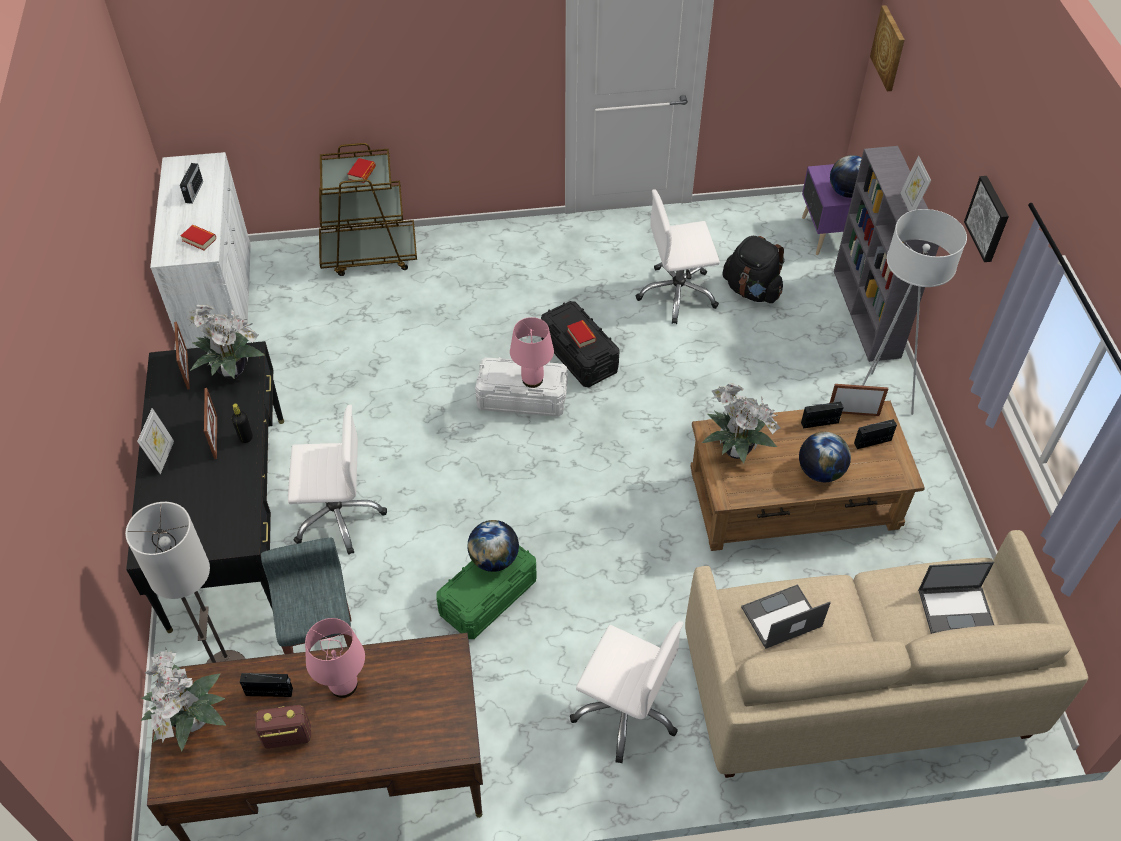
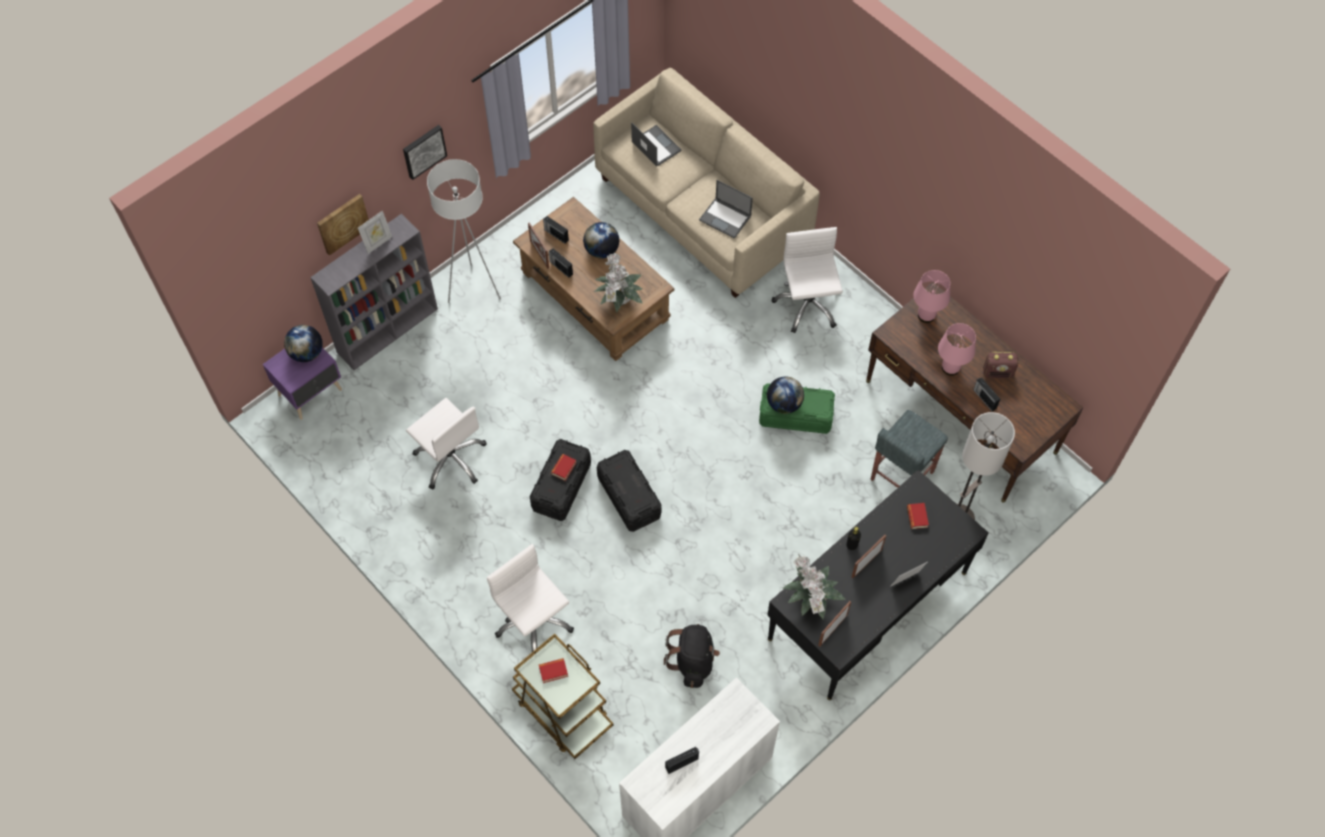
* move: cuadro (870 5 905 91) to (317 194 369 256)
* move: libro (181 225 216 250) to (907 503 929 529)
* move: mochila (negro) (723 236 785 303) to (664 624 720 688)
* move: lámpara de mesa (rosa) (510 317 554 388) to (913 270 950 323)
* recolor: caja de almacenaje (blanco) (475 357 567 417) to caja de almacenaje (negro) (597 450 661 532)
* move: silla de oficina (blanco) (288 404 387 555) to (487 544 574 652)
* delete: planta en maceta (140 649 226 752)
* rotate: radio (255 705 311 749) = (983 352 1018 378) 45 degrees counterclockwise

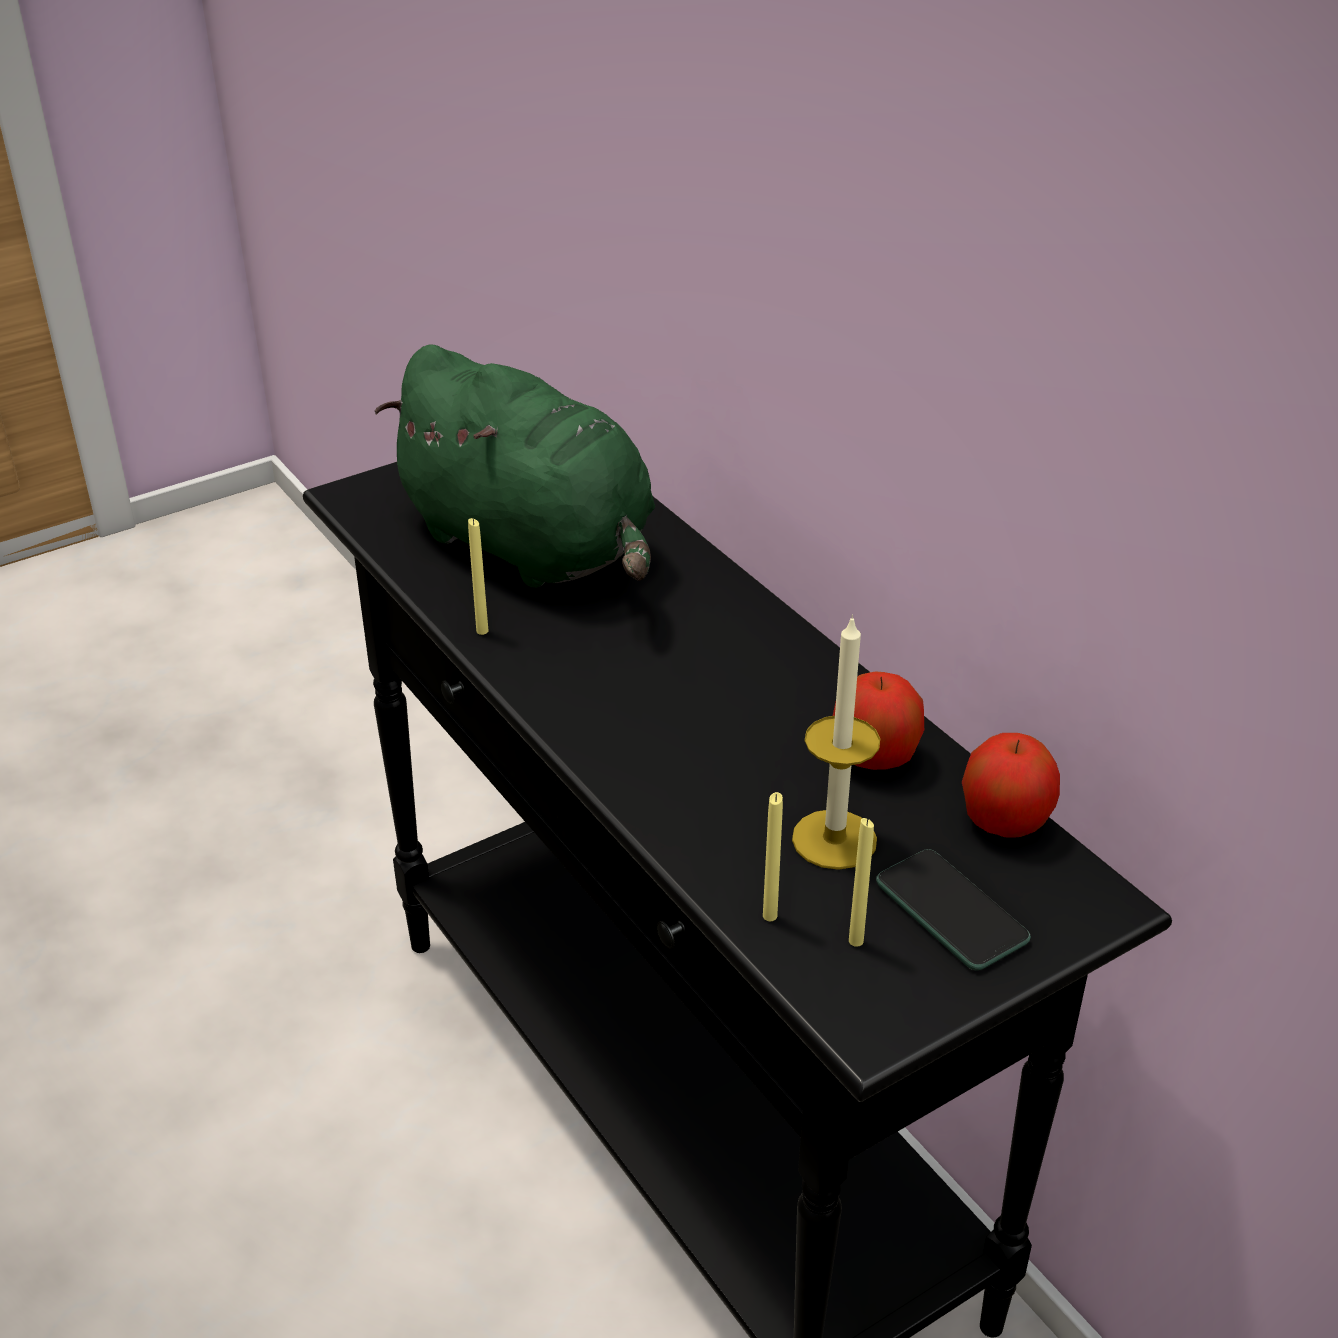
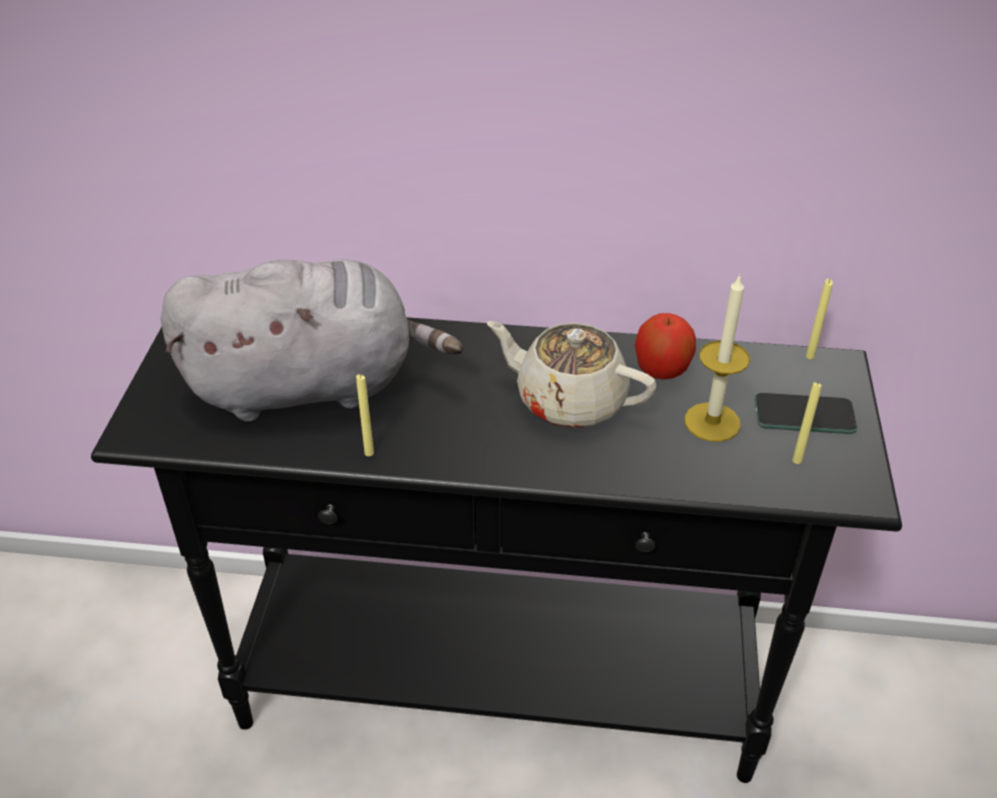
* recolor: peluche (verde) (375 345 655 588) to peluche (gris) (161 259 463 422)
* delete: manzana (962 733 1060 838)
* move: vela (amarillo) (763 792 783 921) to (806 279 833 359)
* insert: tetera (beis) (487 321 656 428)

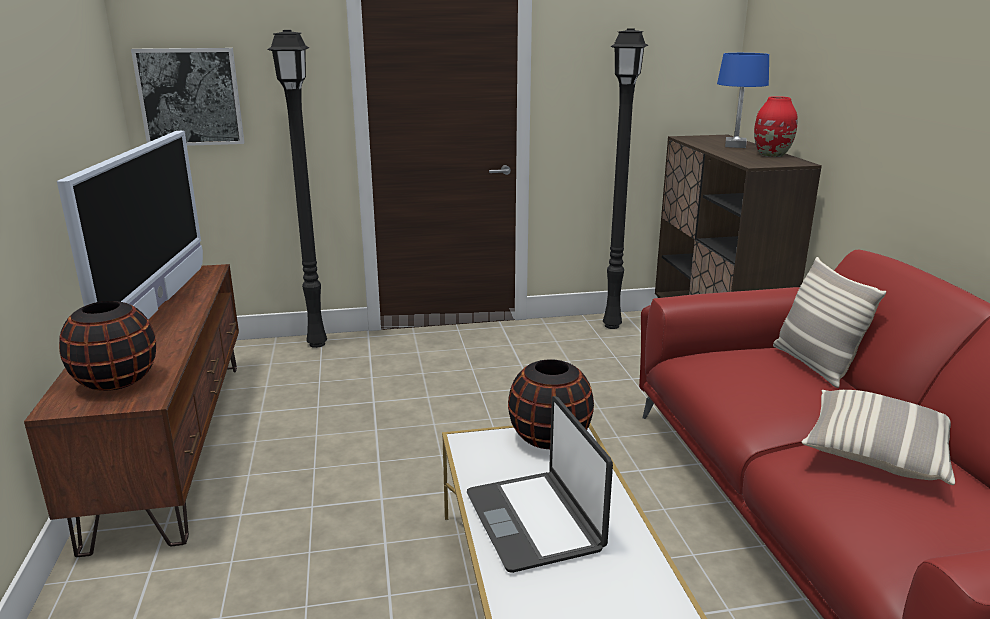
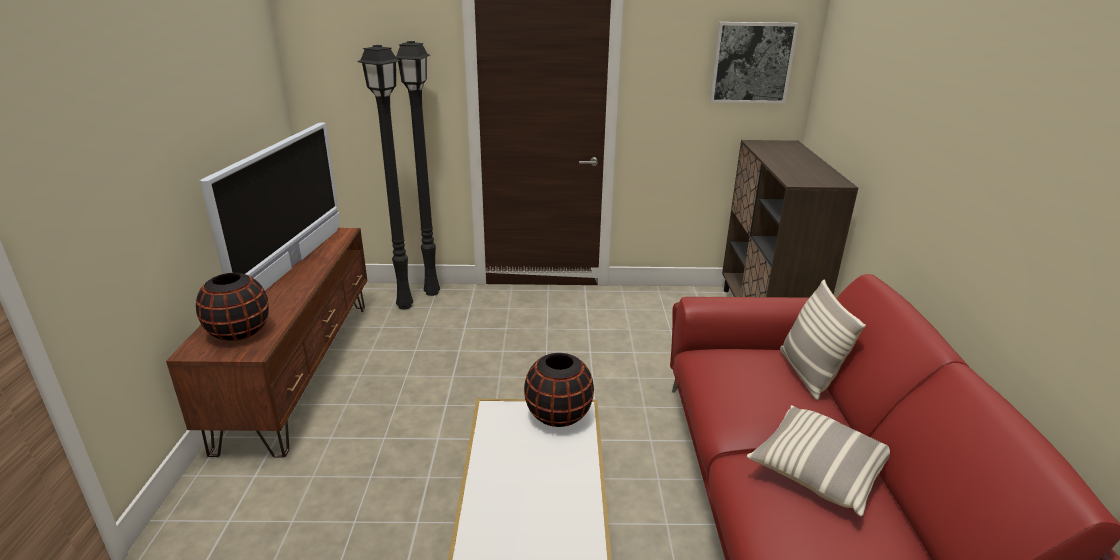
* move: lámpara de pie (negro) (603 28 649 329) to (357 45 413 309)
* move: cuadro (131 48 244 146) to (710 22 799 103)
* delete: lámpara de mesa (azul) (717 53 769 148)
* delete: florero (rojo) (754 96 798 157)
* delete: portátil (467 396 613 573)

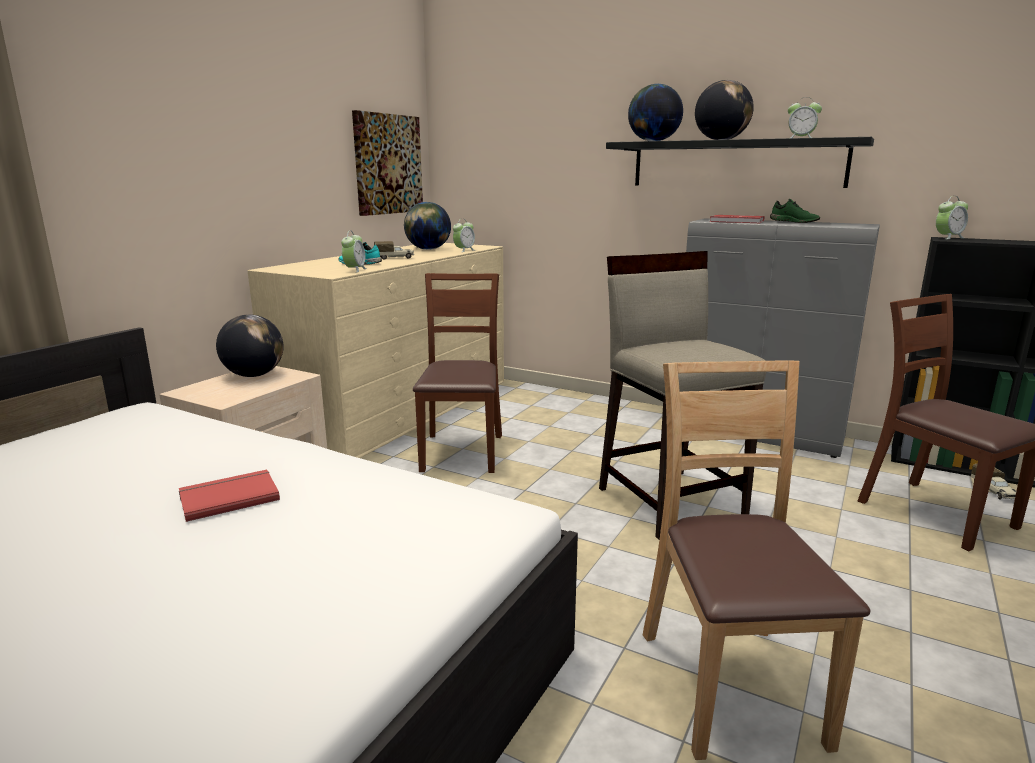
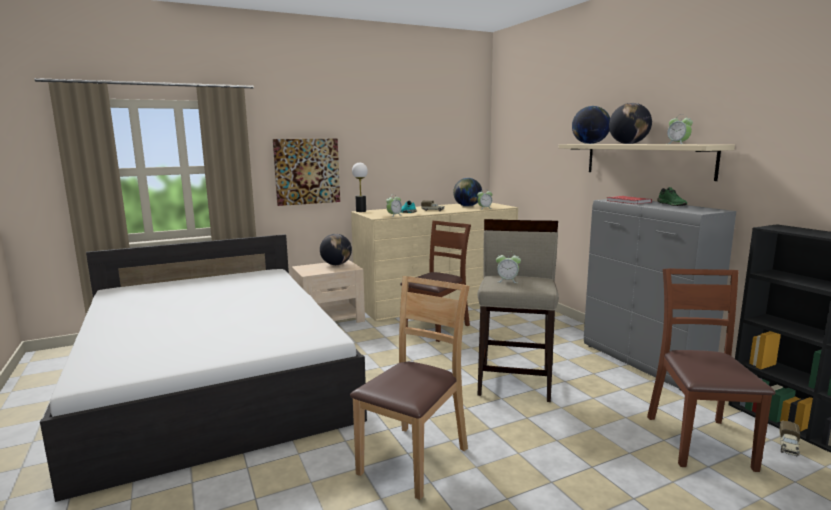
* move: cuadro (352 110 423 216) to (273 139 340 206)
* recolor: estante (negro) (606 137 874 188) to estante (beis) (559 144 735 181)
* move: despertador (936 196 968 239) to (496 251 521 283)
* delete: libro (rojo) (179 470 280 522)
* insert: lámpara de mesa (352 163 368 212)

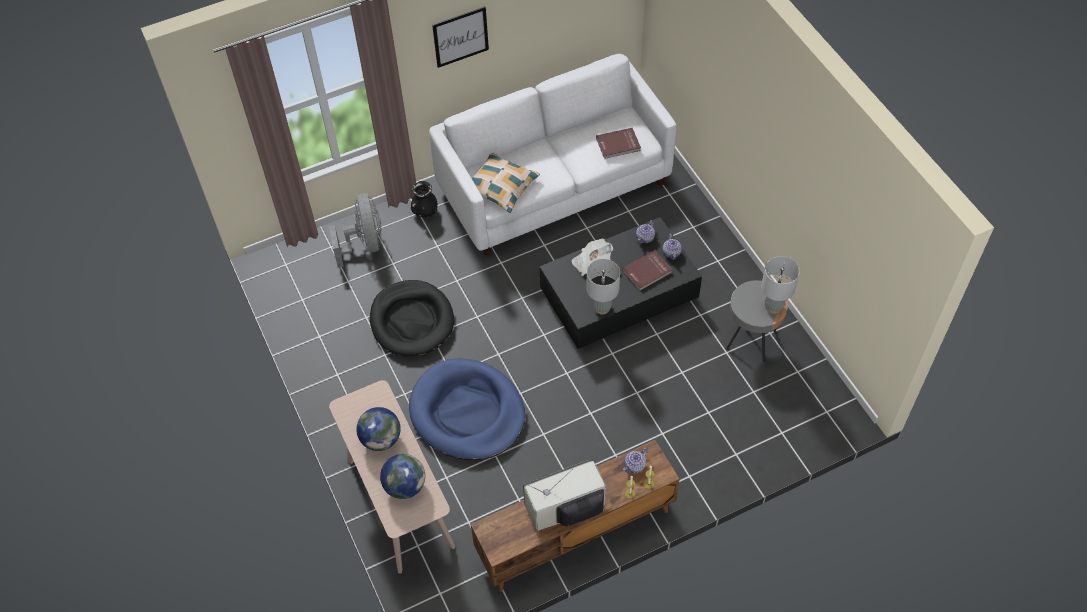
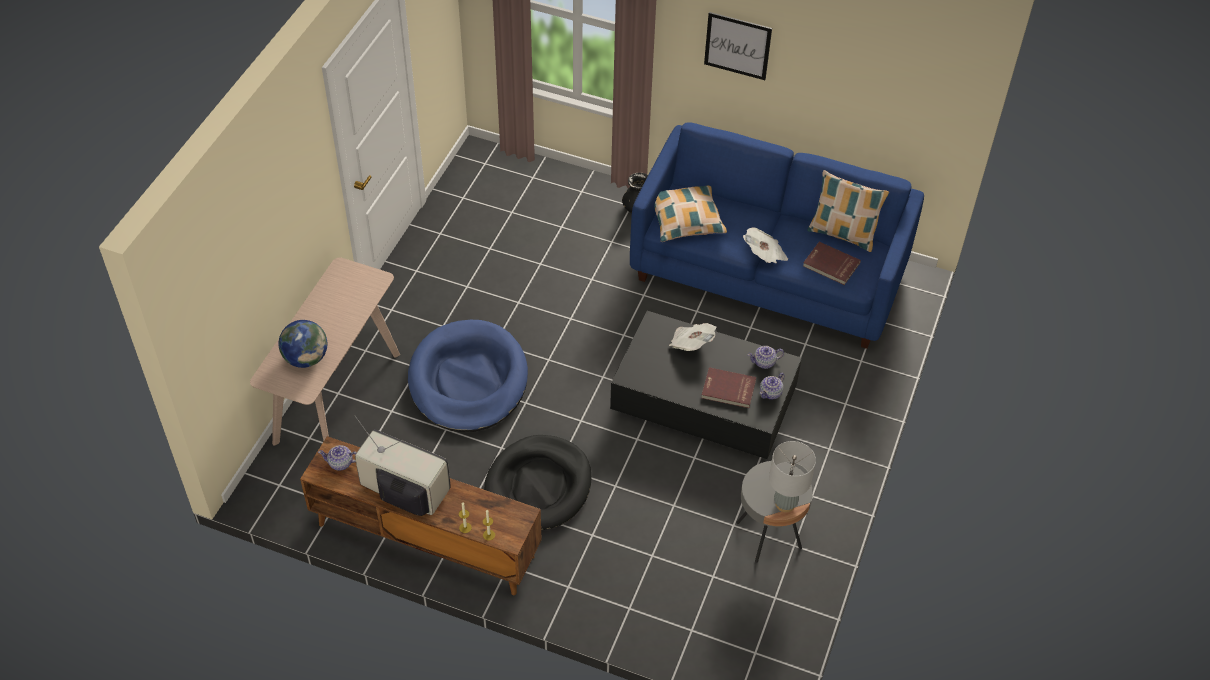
* recolor: sofá (blanco) (429 54 676 256) to sofá (azul) (630 122 924 349)
* delete: ventilador (gris) (329 193 382 268)
* delete: lámpara de mesa (gris) (586 259 620 315)
* move: cama para perro (negro) (370 280 454 357) to (484 435 592 530)
* delete: globo terráqueo (356 407 401 451)
* move: tetera (623 448 648 473) to (318 445 357 471)
* insert: cojín (807 170 889 252)
* insert: periódico (743 228 788 263)

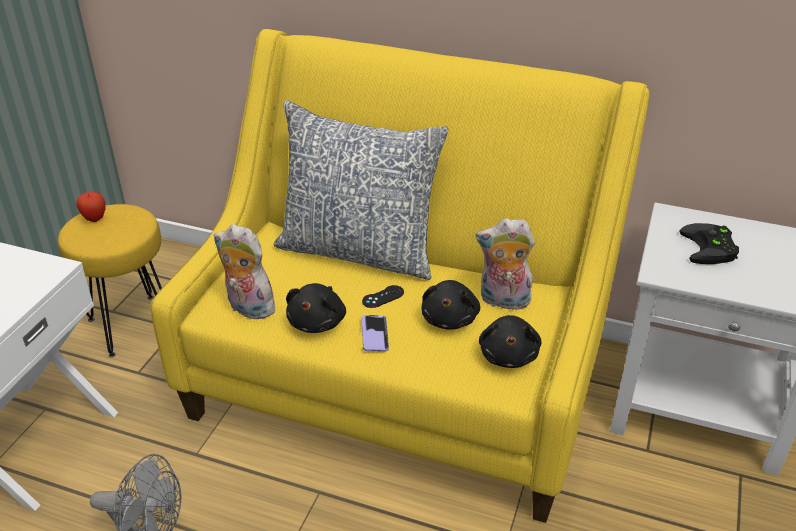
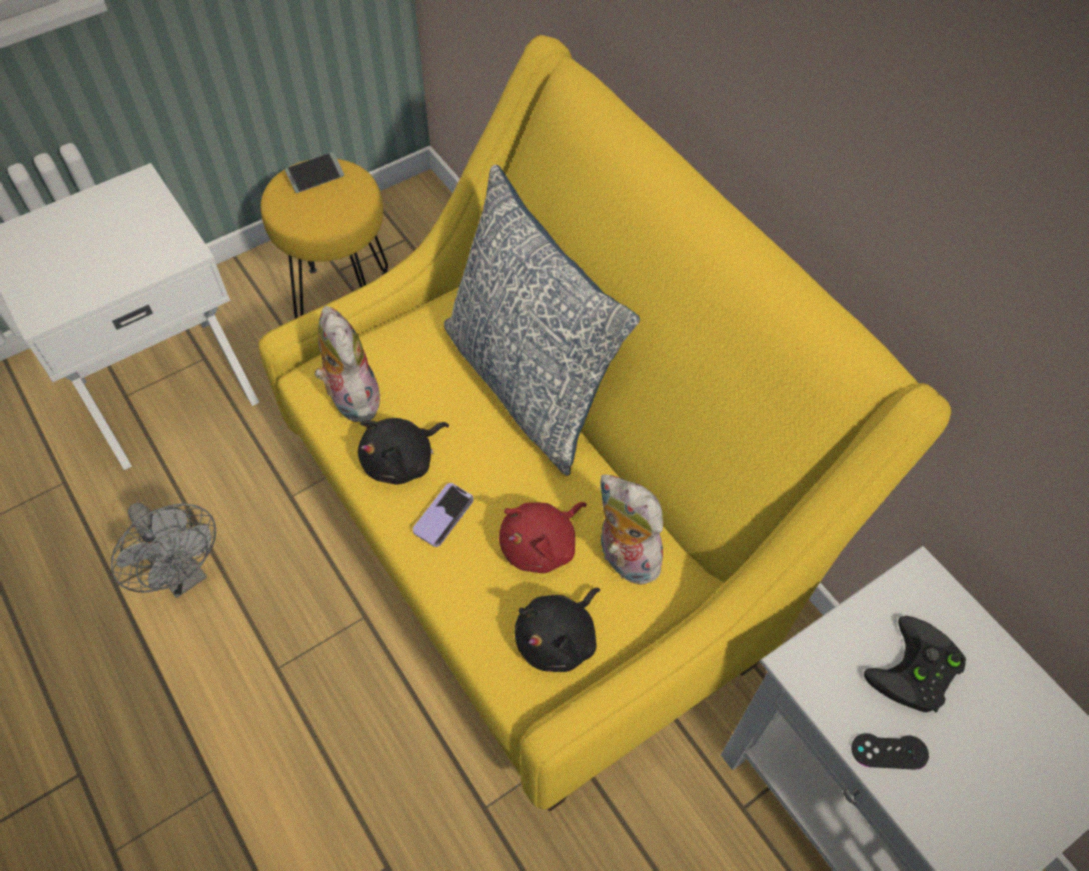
* replace: manzana (76 192 106 222) to móvil (285 152 344 193)
* recolor: peluche (negro) (422 280 480 329) to peluche (rojo) (499 502 587 573)
* move: mando de consola (negro) (362 285 404 308) to (851 733 929 770)

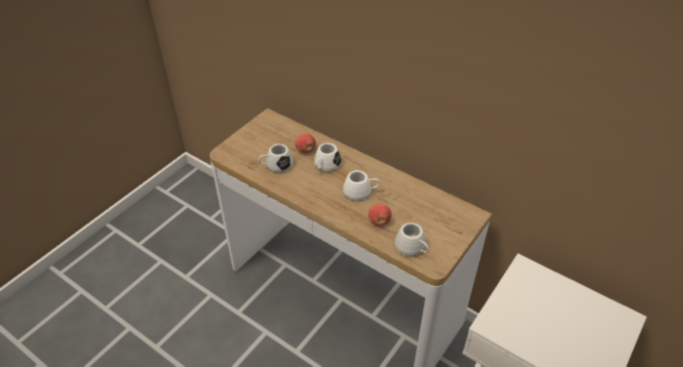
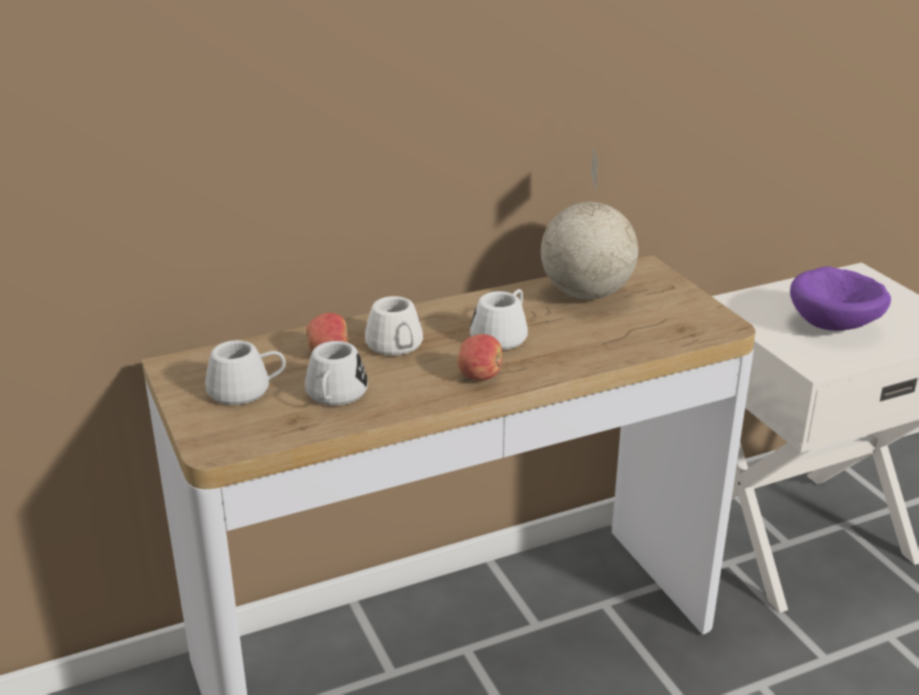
* move: manzana (368 203 391 226) to (457 334 502 380)
* move: taza grande (blanco) (395 222 429 256) to (205 340 286 405)
* insert: globo terráqueo (541 147 638 299)
* insert: cuenco (morado) (790 266 891 331)

